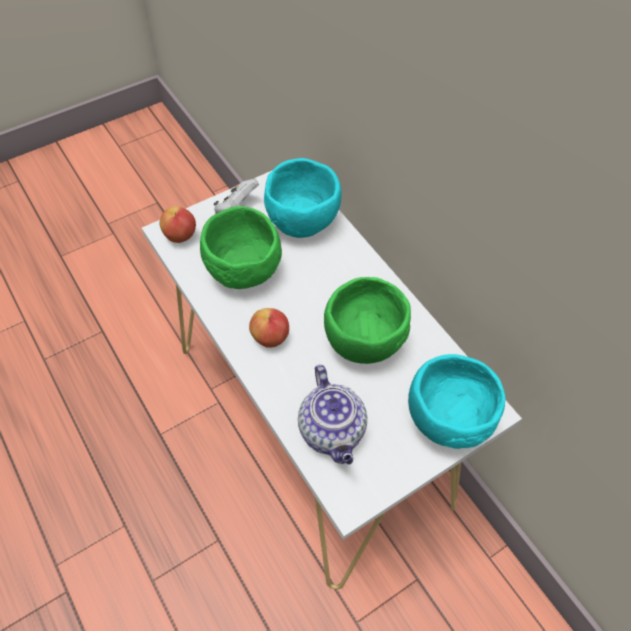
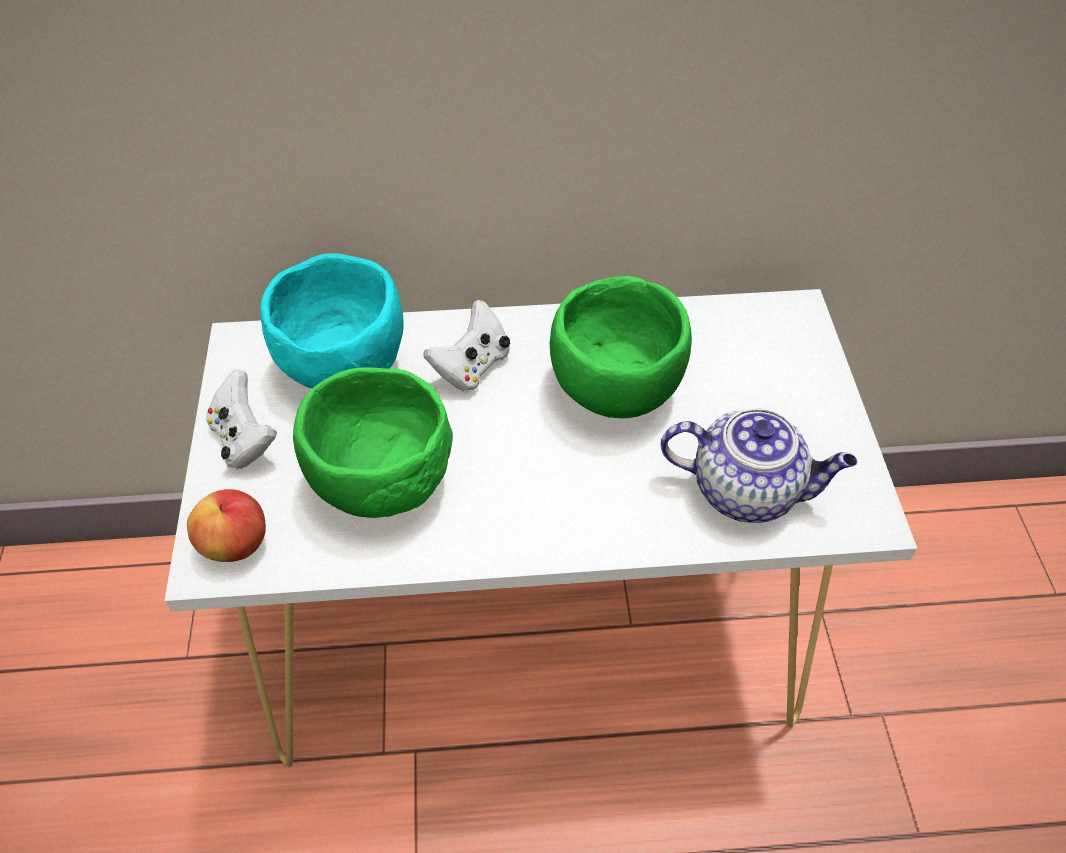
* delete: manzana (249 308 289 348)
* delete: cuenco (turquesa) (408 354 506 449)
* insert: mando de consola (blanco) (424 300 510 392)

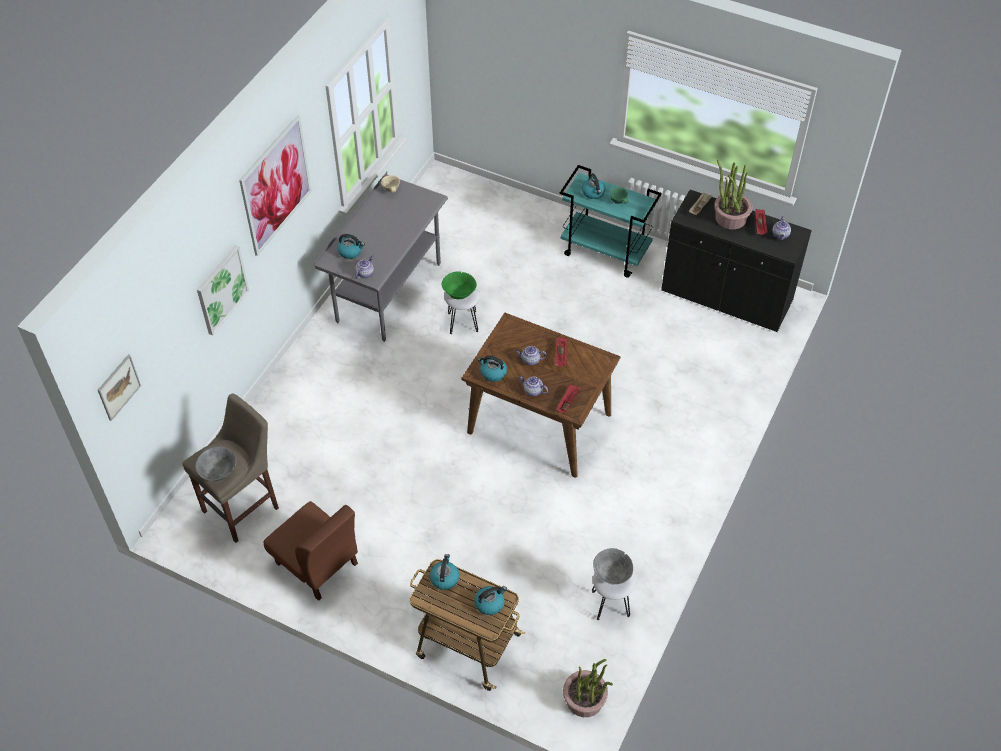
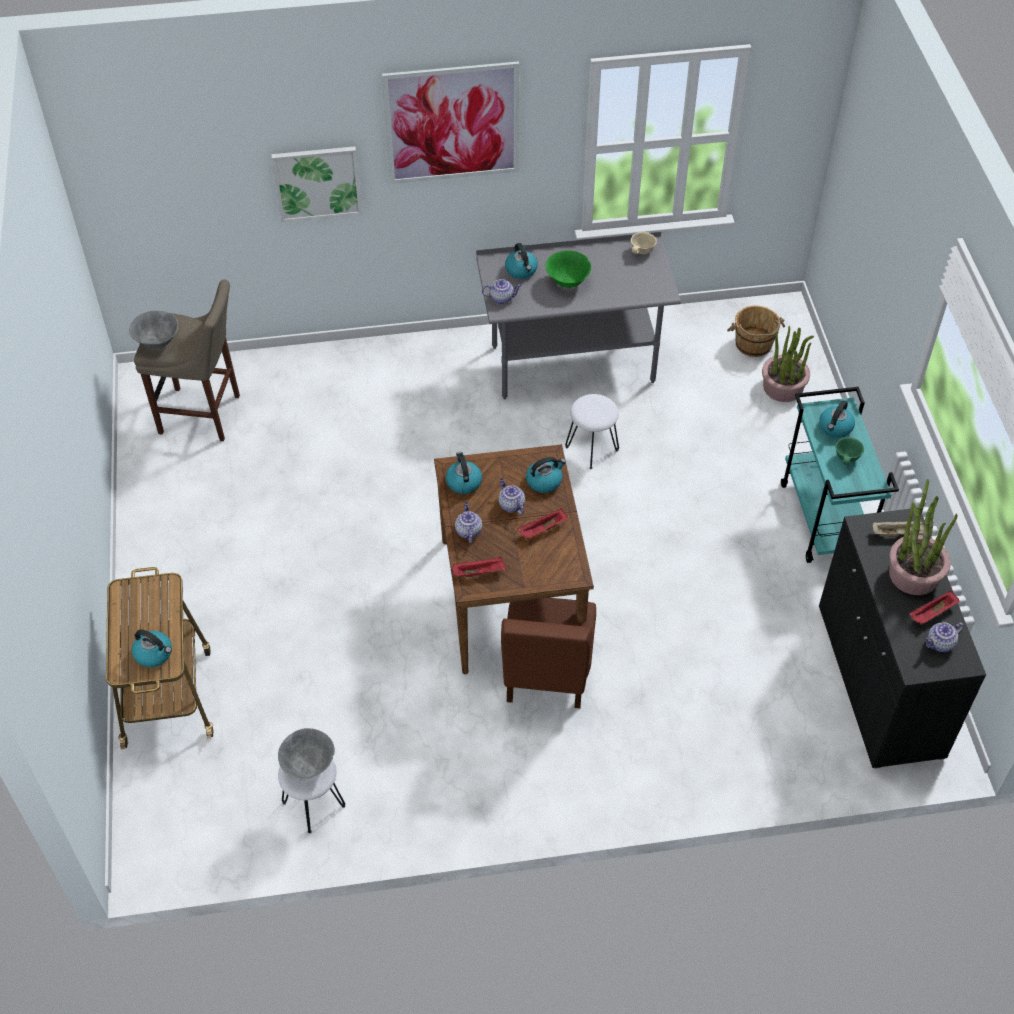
* move: cuenco (verde) (442 271 477 299) to (546 250 591 288)
* delete: cuadro (98 354 141 421)
* move: silla (marrón) (264 501 358 601) to (501 598 596 708)
* move: hervidor (430 554 459 590) to (526 457 566 493)
* move: planta en maceta (563 659 613 717) to (762 326 814 402)
* insert: cubo (marrón) (727 306 785 357)

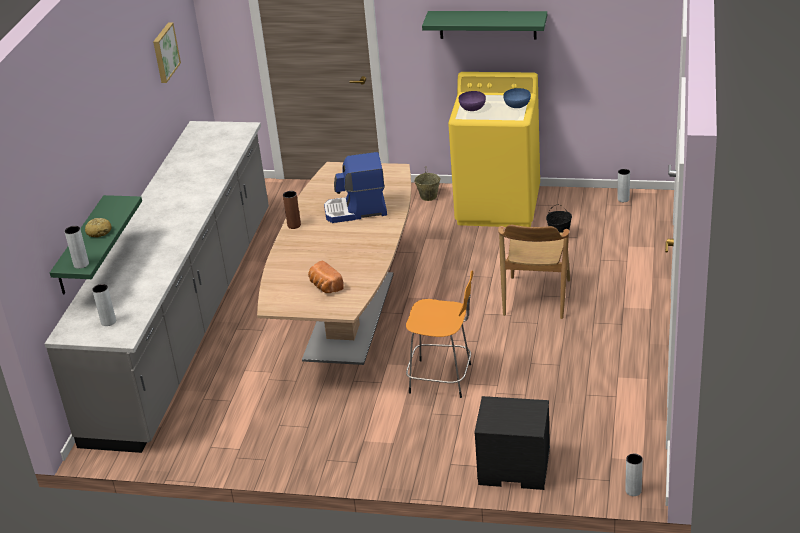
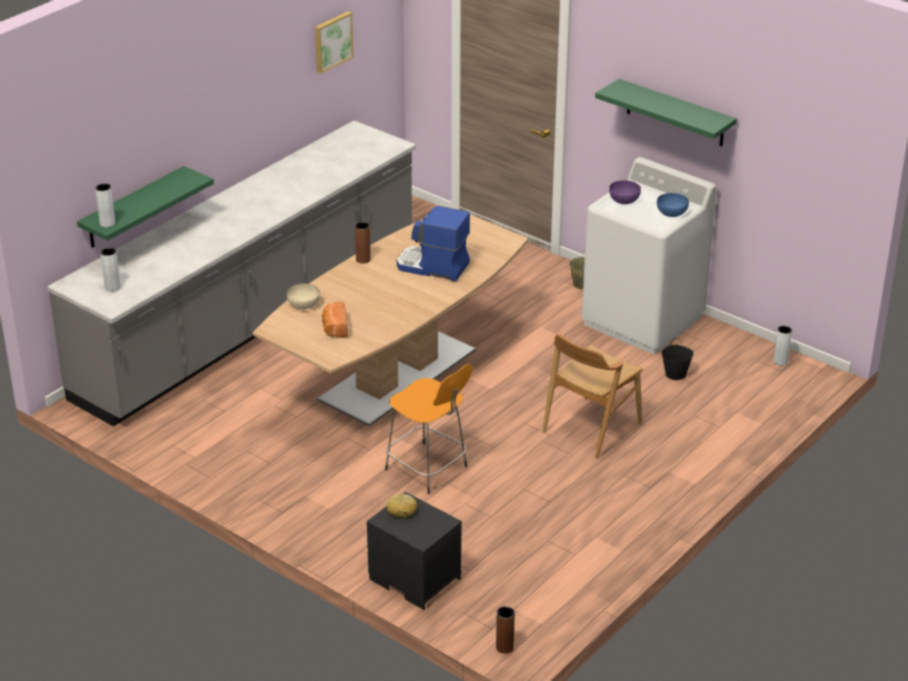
* recolor: lavadora (amarillo) (448 72 540 227) to lavadora (blanco) (582 157 716 354)
* move: pan (85 218 111 237) to (387 494 417 518)
* recolor: florero (gris) (625 454 643 496) to florero (marrón) (496 606 515 654)
* insert: cuenco (beis) (287 283 320 310)

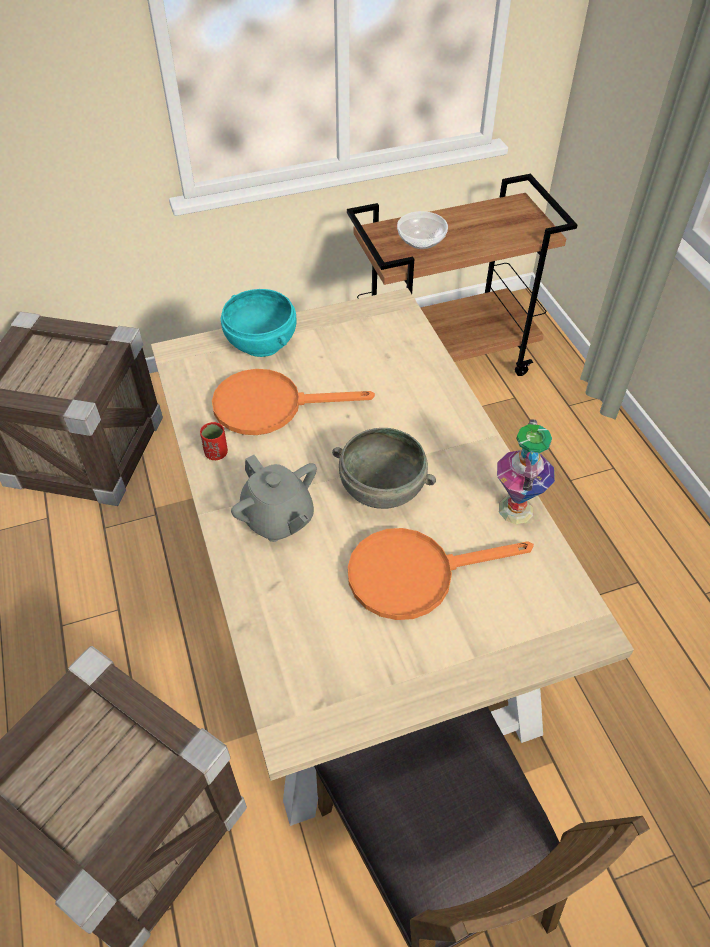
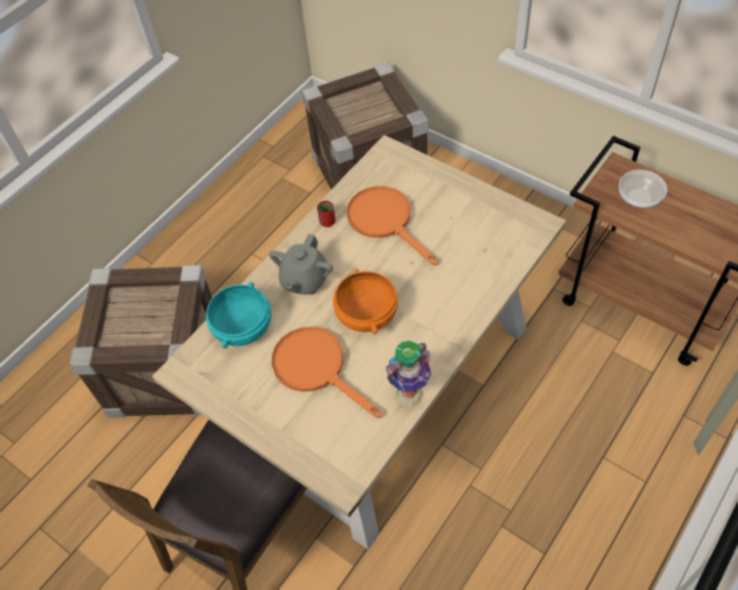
* move: cuenco (turquesa) (221 289 296 357) to (206 282 271 349)
* recolor: cuenco (gris) (332 428 436 509) to cuenco (naranja) (333 269 398 335)

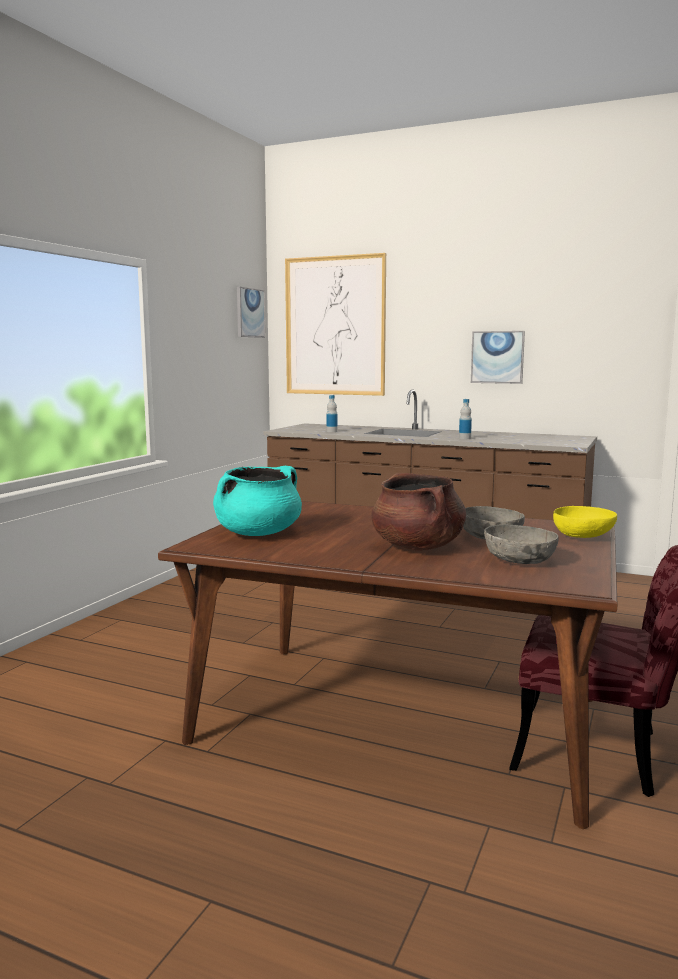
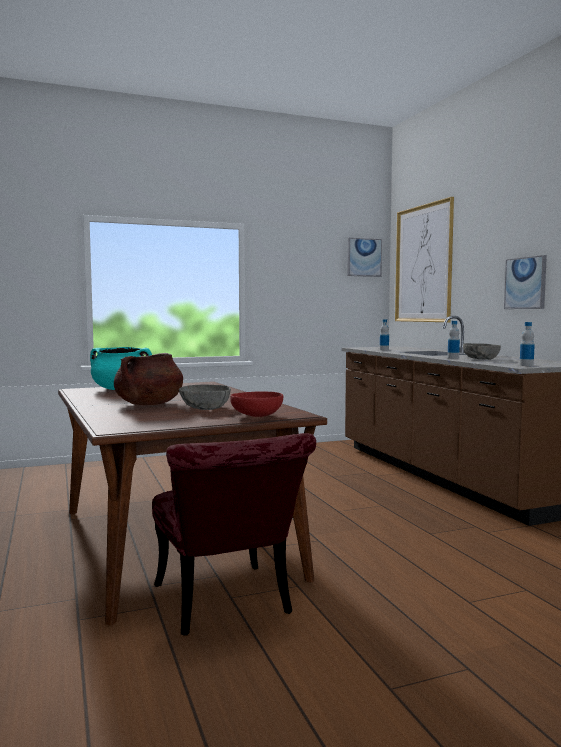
* recolor: cuenco (amarillo) (553 506 617 538) to cuenco (rojo) (230 392 283 417)
* move: cuenco (gris) (484 524 559 564) to (463 343 501 360)
* insert: botella (520 322 535 366)

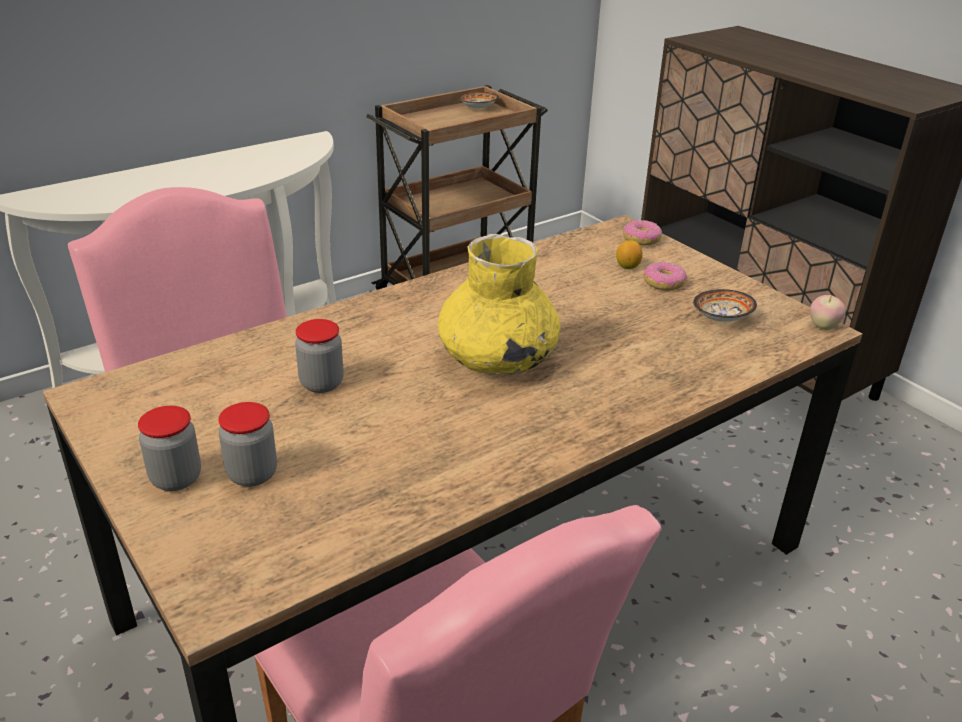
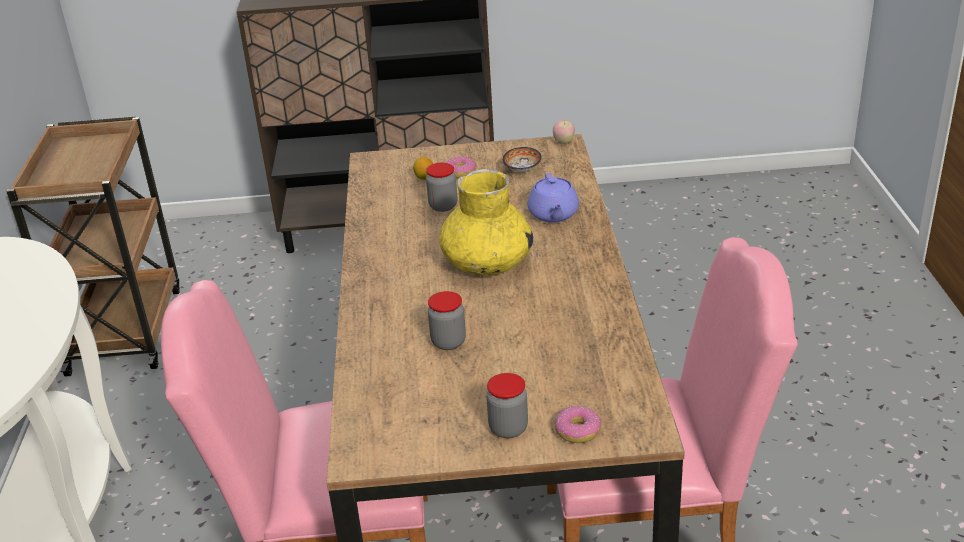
* delete: cuenco (459 92 499 109)
* move: rosquilla (623 220 662 246) to (555 405 601 443)
* move: tarro (218 402 277 487) to (426 163 458 212)
* insert: tetera (morado) (528 173 579 223)

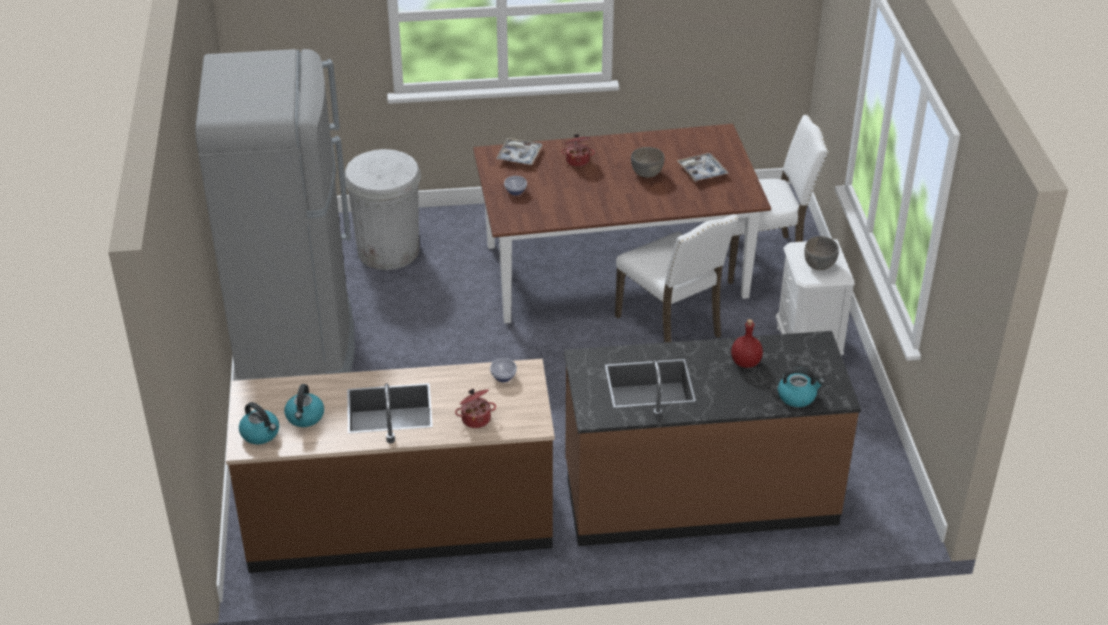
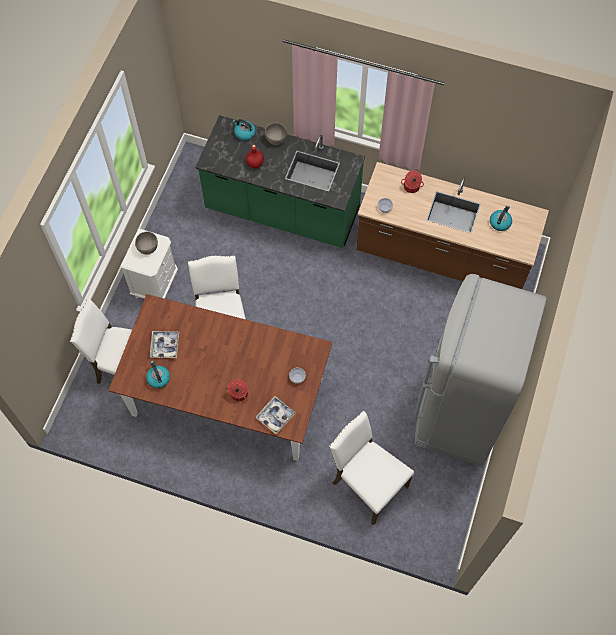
* move: cuenco (gris) (631 147 665 178) to (265 123 287 145)
* replace: papelera (blanco) (344 149 421 270) to silla (blanco) (329 411 414 526)
* recolor: mueble bajo de cocina (marrón) (564 331 861 546) to mueble bajo de cocina (verde) (195 115 365 248)
* move: hervidor (239 402 279 444) to (146 361 170 388)

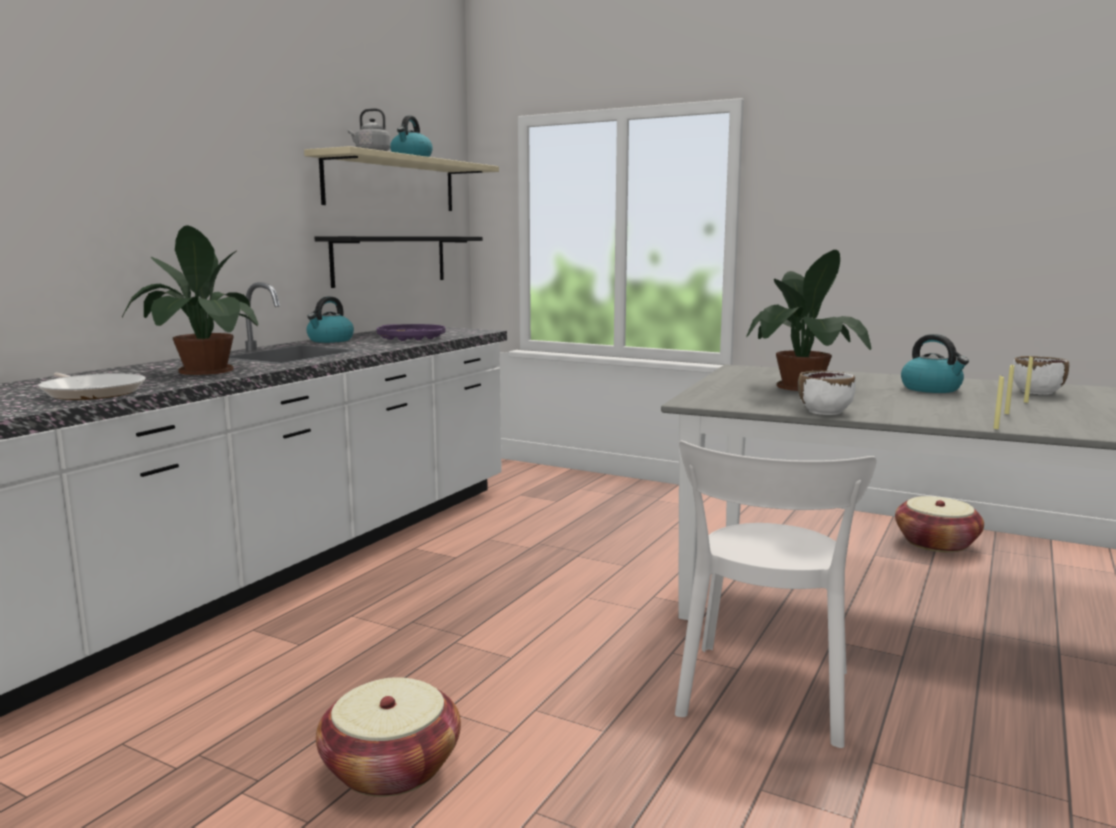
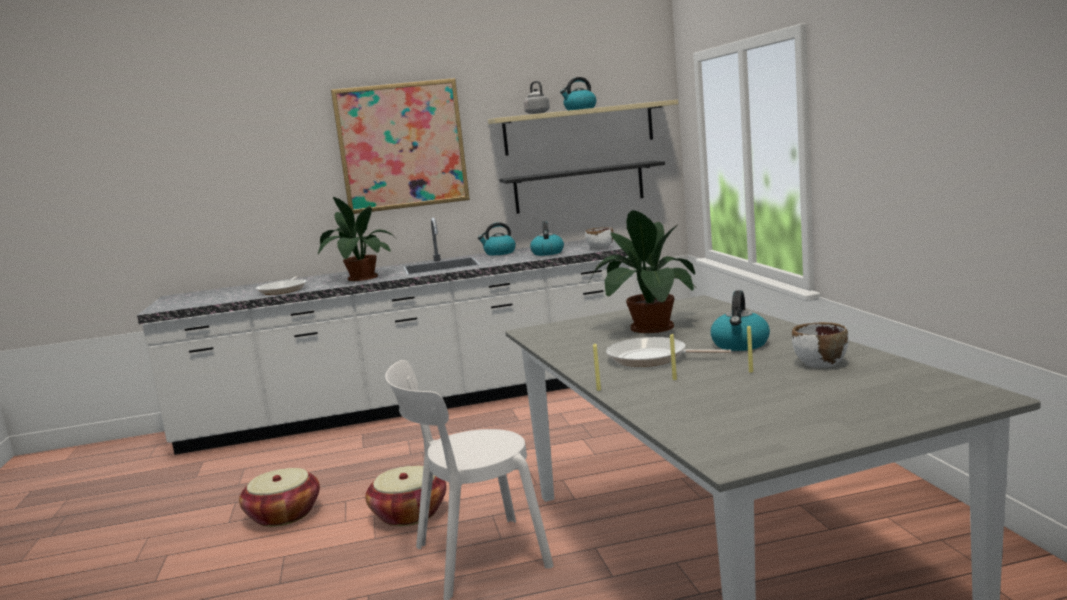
* replace: bandeja (morado) (377 324 445 341) to hervidor (530 221 564 256)
* move: cuenco (blanco) (798 371 856 415) to (585 227 613 250)
* move: cesta (895 496 984 553) to (365 466 446 526)
* insert: cuadro (331 78 470 214)
* insert: sartén (606 337 731 367)

